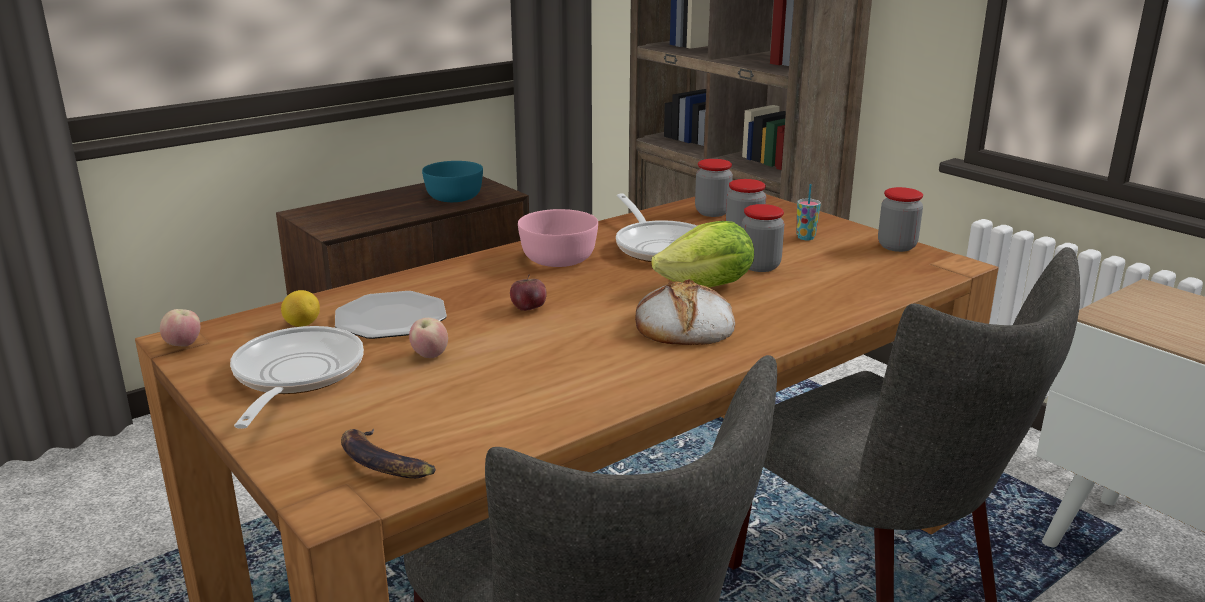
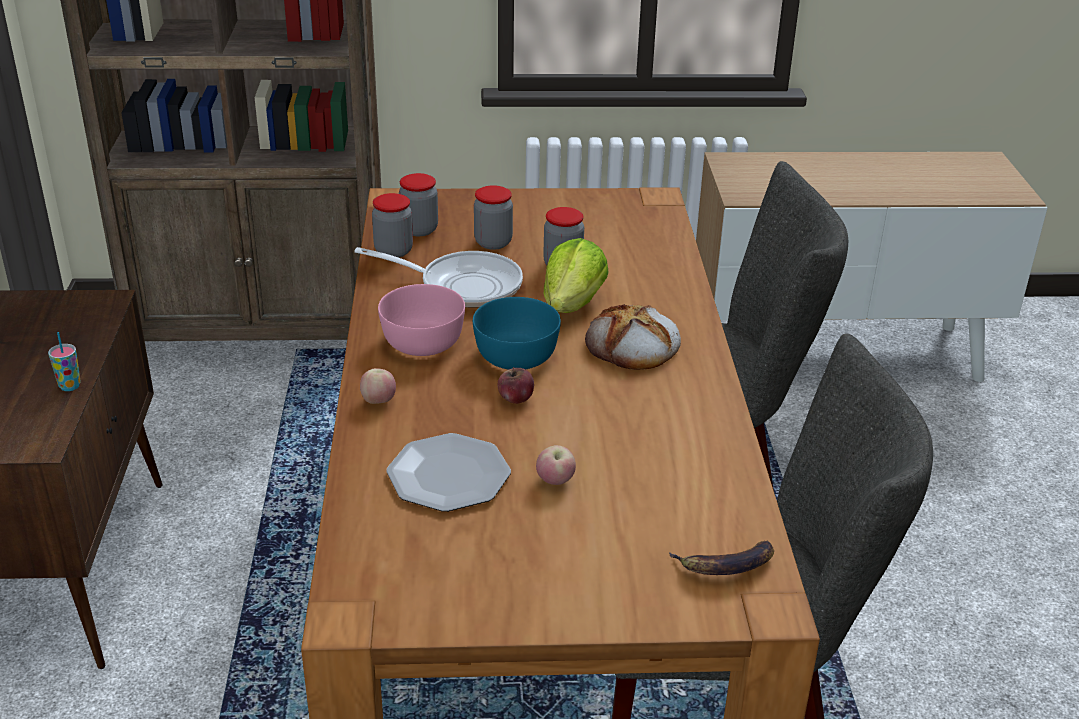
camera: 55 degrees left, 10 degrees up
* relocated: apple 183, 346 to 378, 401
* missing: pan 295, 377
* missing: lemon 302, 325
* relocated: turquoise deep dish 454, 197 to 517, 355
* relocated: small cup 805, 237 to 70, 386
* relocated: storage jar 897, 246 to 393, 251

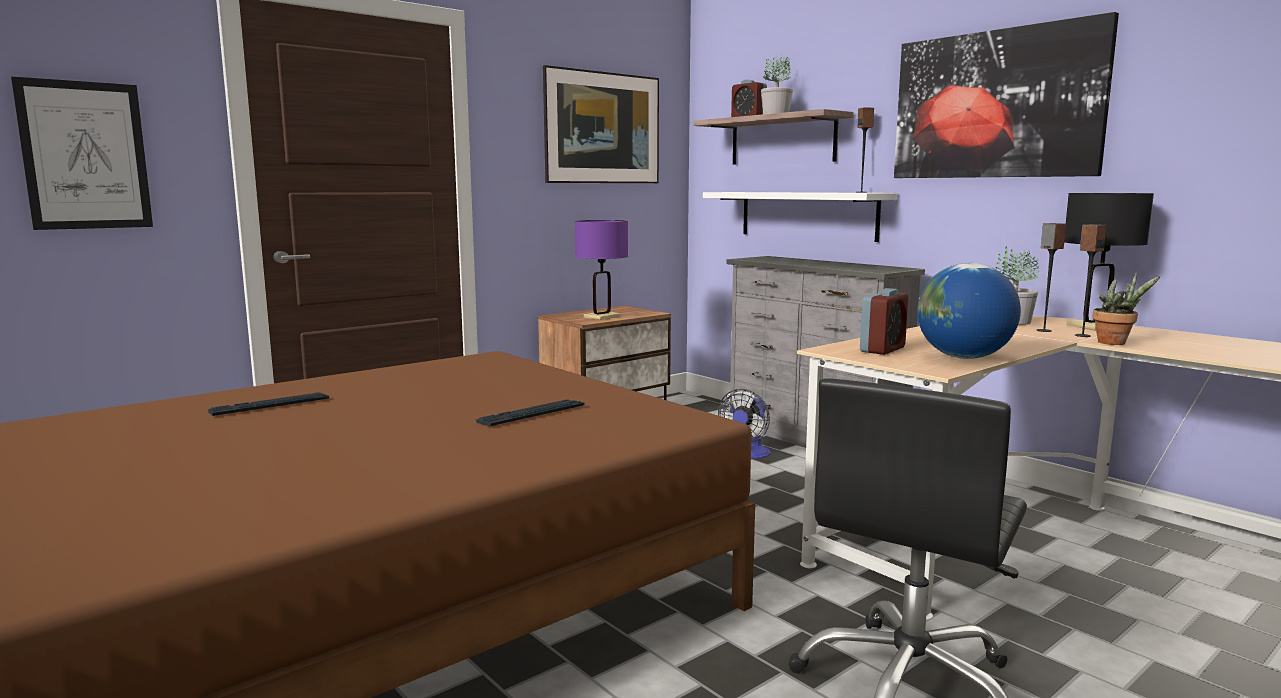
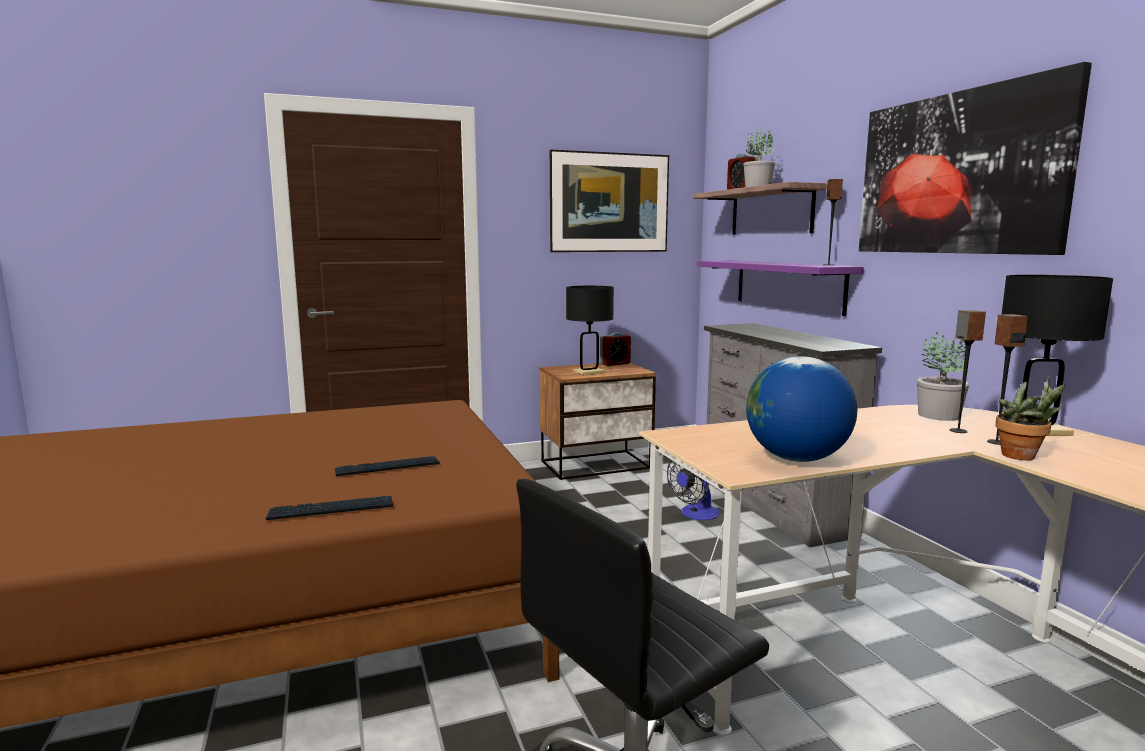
camera: 20 degrees right, 0 degrees up
* missing: wall art 85, 156
* relocated: PC keyboard 270, 406 to 331, 510
* colour: purple lamp for a table 602, 317 to blackish lamp for a table 589, 372
* colour: whitish shelf 807, 215 to purple shelf 788, 285
* relocated: table clock 882, 349 to 615, 364

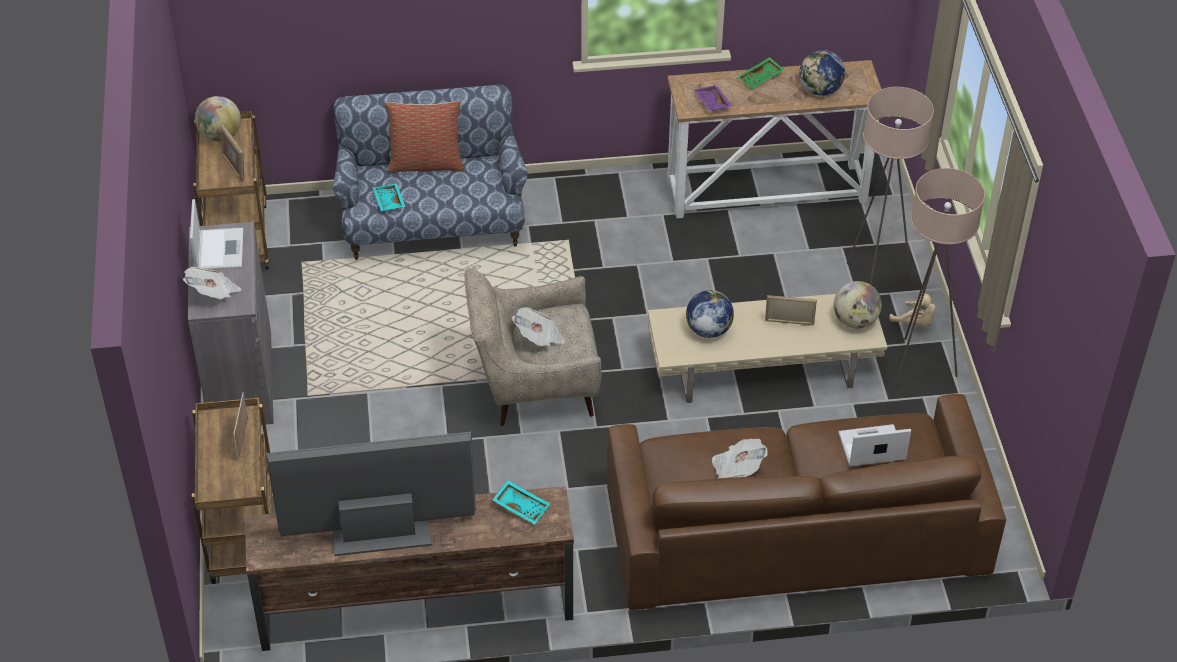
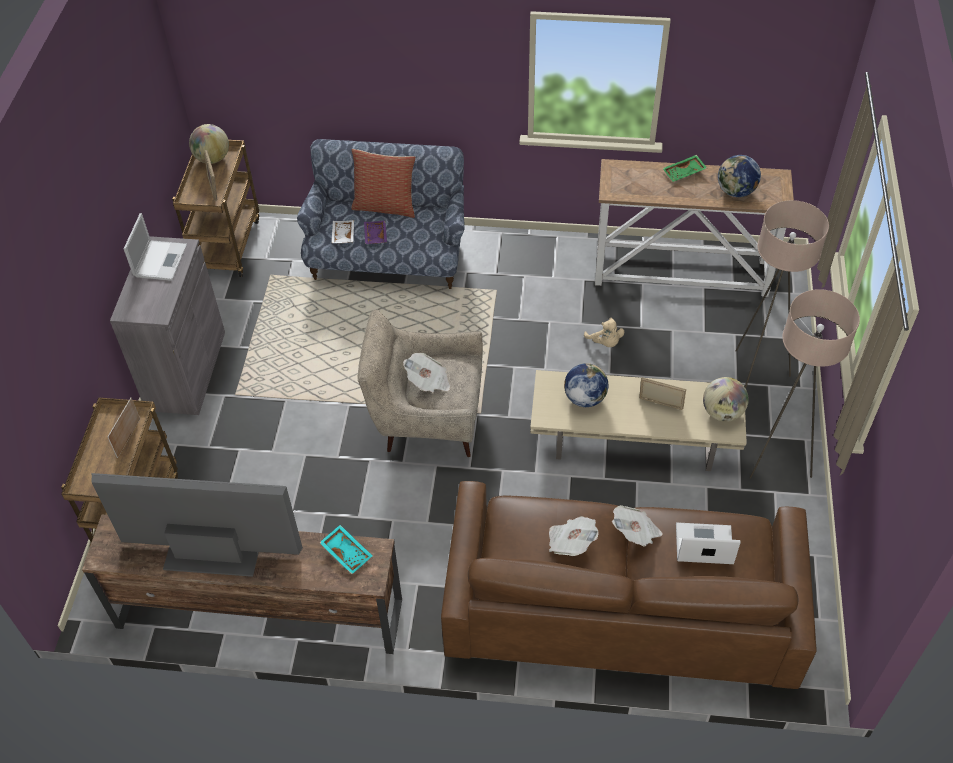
camera: 15 degrees right, 5 degrees up
* relocated: daily paper 214, 293 to 636, 533
* colour: turquoise carrying tray 388, 202 to whitish carrying tray 342, 235
* relocated: purple carrying tray 711, 103 to 375, 236
* relocated: sand-coloured cuddly toy 915, 323 to 605, 342

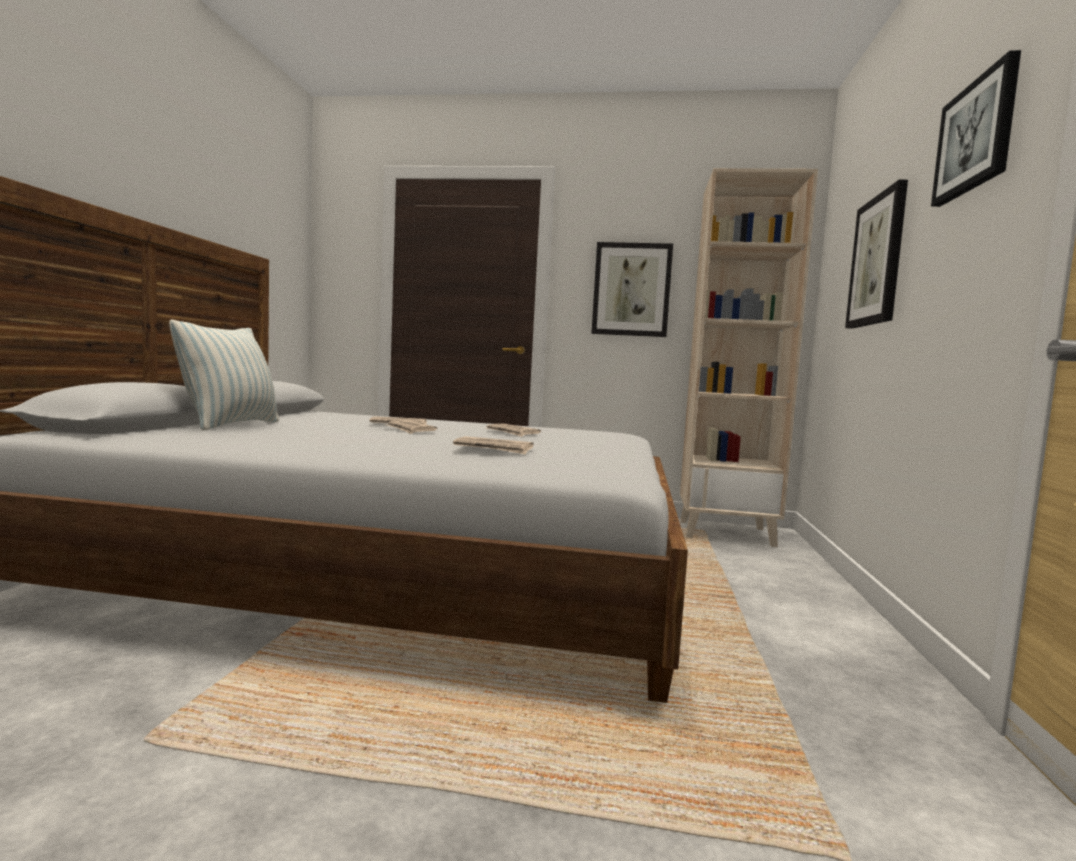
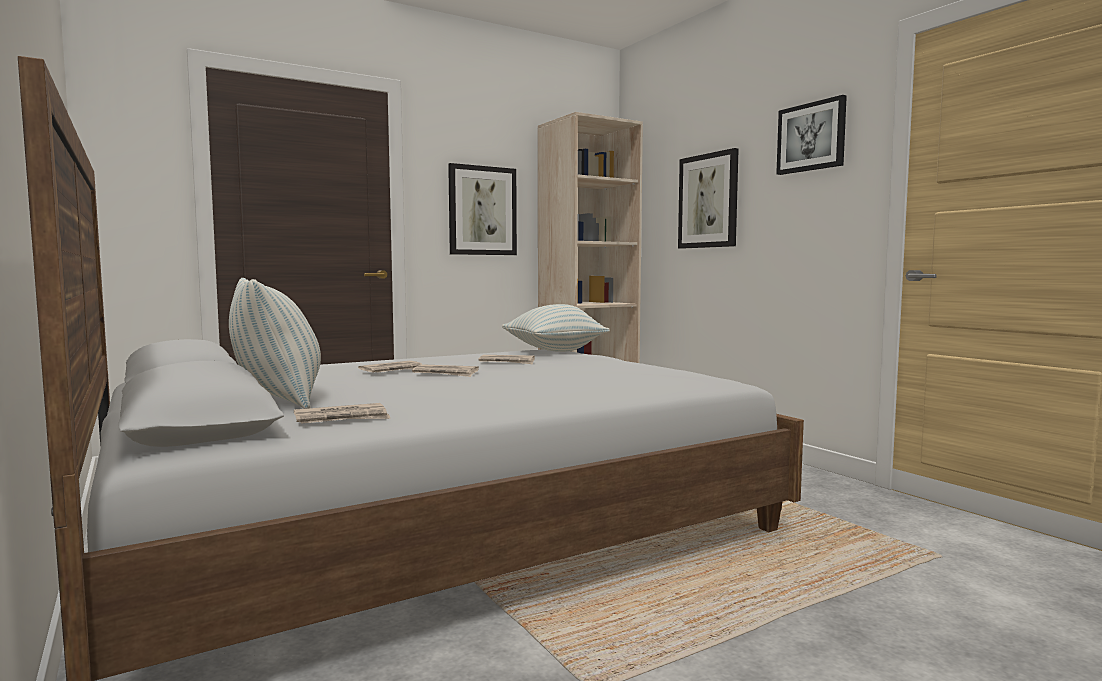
camera: 40 degrees left, 0 degrees up
* relocated: daily paper 493, 449 to 342, 418
* appeared: cushion 554, 351

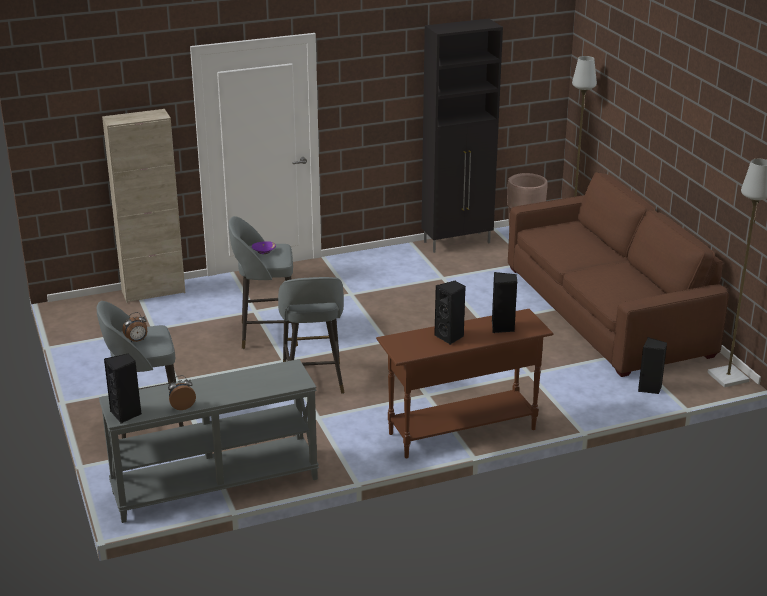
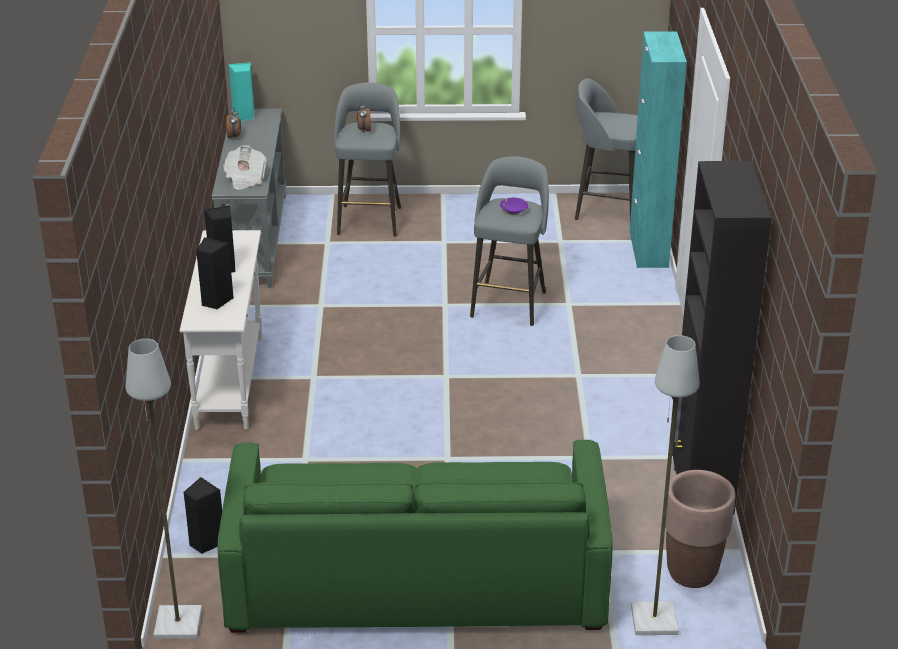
camera: 110 degrees right, 5 degrees up
* colour: sand-coloured cupboard 153, 292 to turquoise cupboard 648, 249
* colour: blackish audio speaker 126, 414 to turquoise audio speaker 244, 115
* relocated: greyish stool seat 313, 381 to 605, 209
* colour: brownish narrow table 461, 431 to whitish narrow table 230, 382
* colour: brownish settee 606, 310 to greenish settee 417, 578
* appeared: daily paper 245, 179

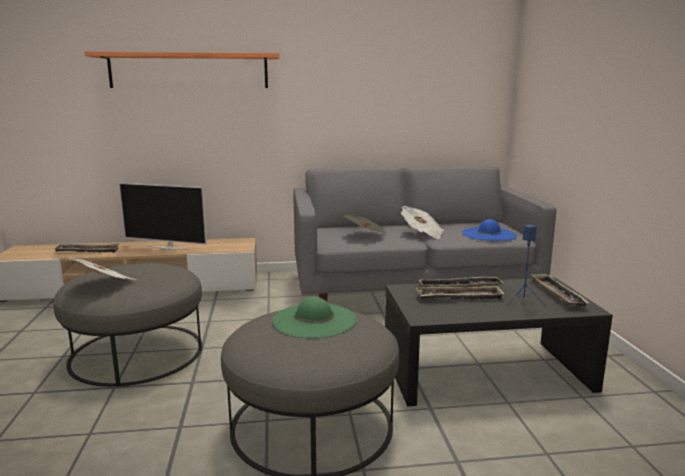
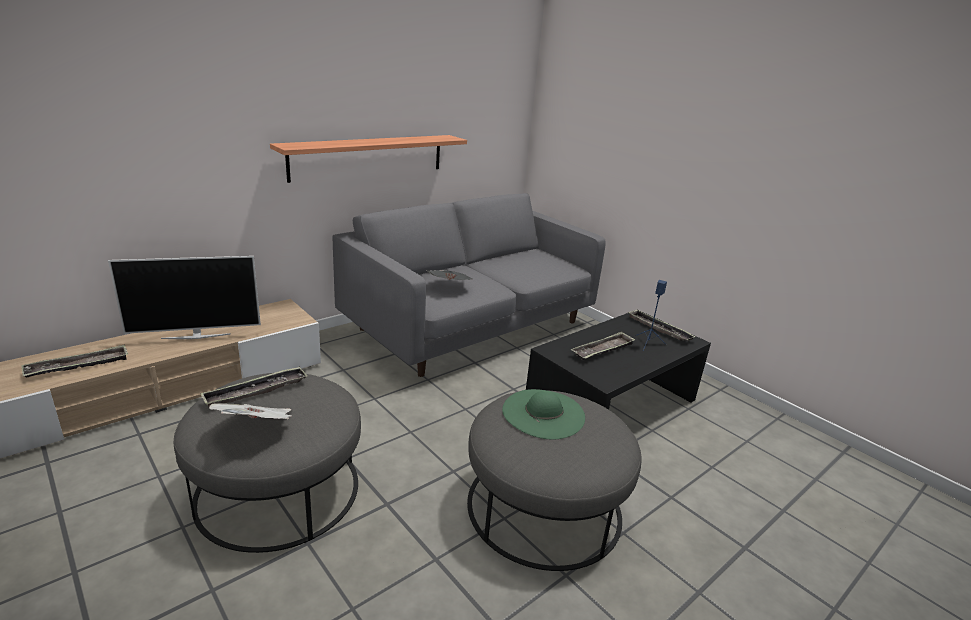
camera: 35 degrees left, 10 degrees up
* relocated: shelf 189, 71 to 369, 157
* missing: daily paper 422, 234
* relocated: carrying tray 459, 287 to 256, 391
* missing: blue-coloured hat 489, 234

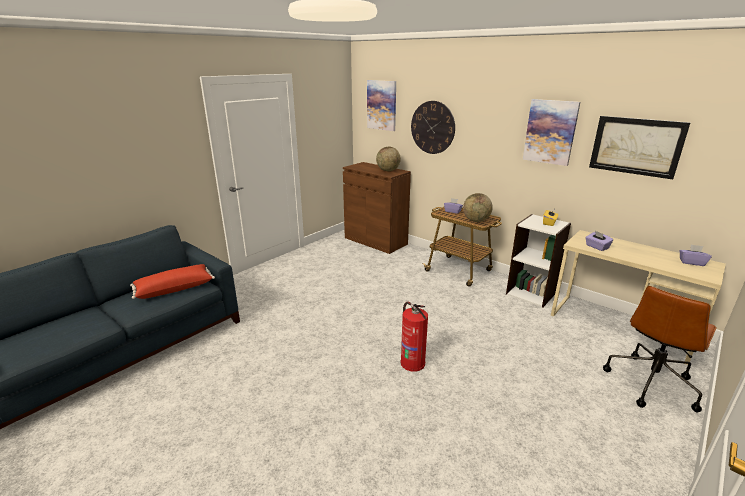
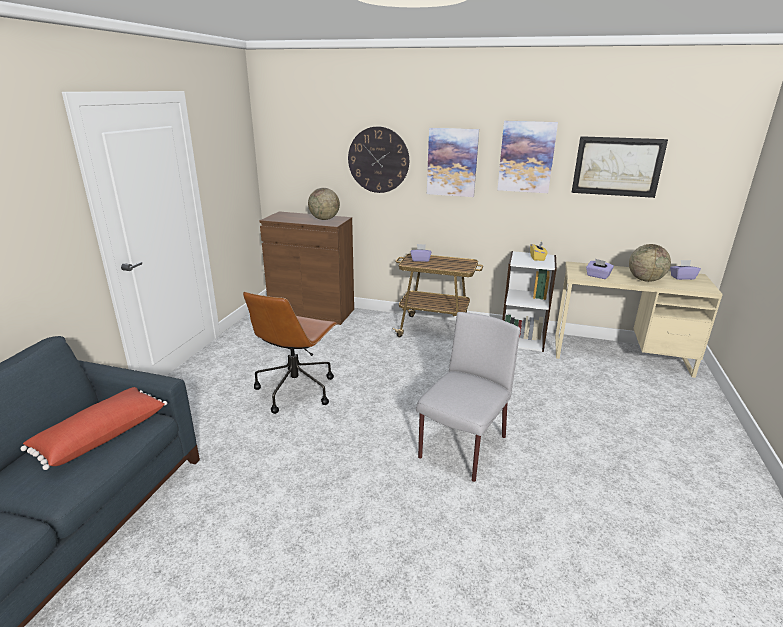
camera: 25 degrees left, 0 degrees up
* relocated: wall art 382, 105 to 452, 162
* exchanged: extinguisher 412, 362 to greyish chair 462, 448
* relocated: world globe 476, 220 to 645, 280
* relocated: brownish desk chair 650, 382 to 296, 389

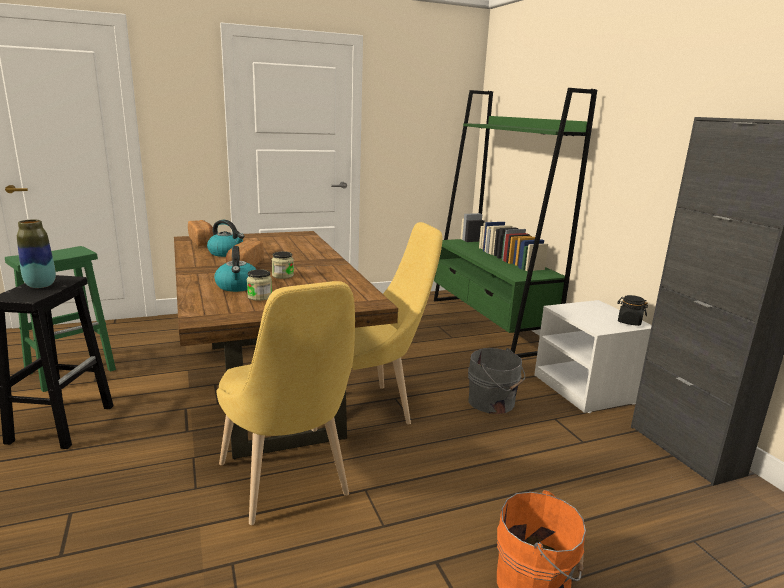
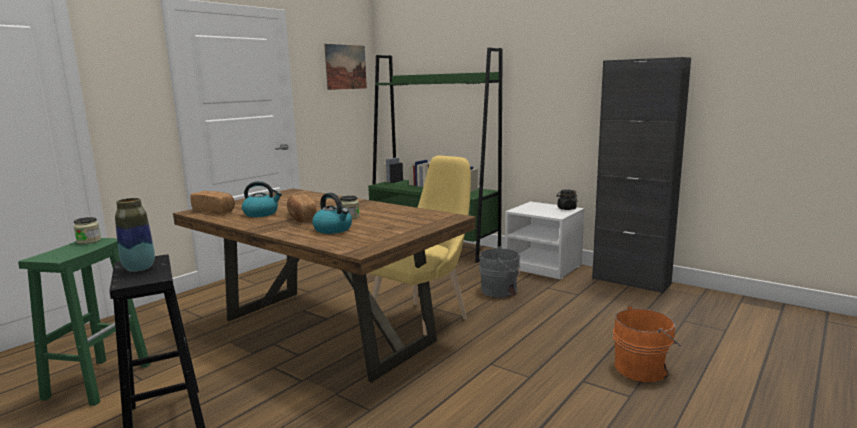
camera: 30 degrees left, 5 degrees down
* missing: yellowish chair 287, 484
* relocated: storage jar 259, 297 to 89, 241
* appeared: wall art 345, 67

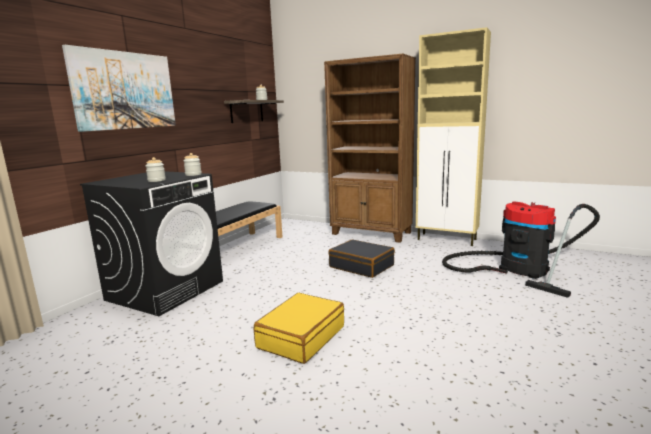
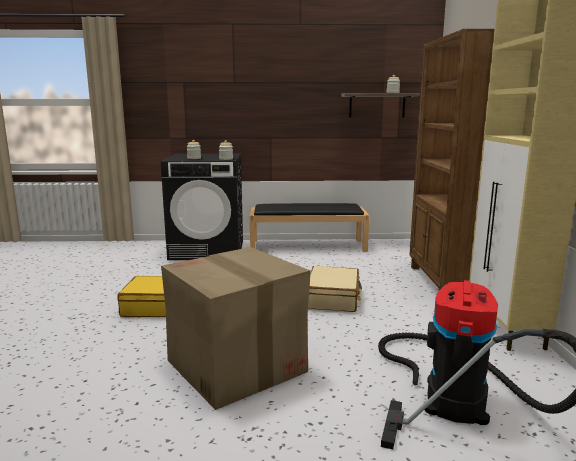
camera: 60 degrees right, 0 degrees up
* missing: wall art 125, 90
* colour: blackish piece of luggage 361, 266 to sand-coloured piece of luggage 333, 298
* appeared: carton 237, 366

